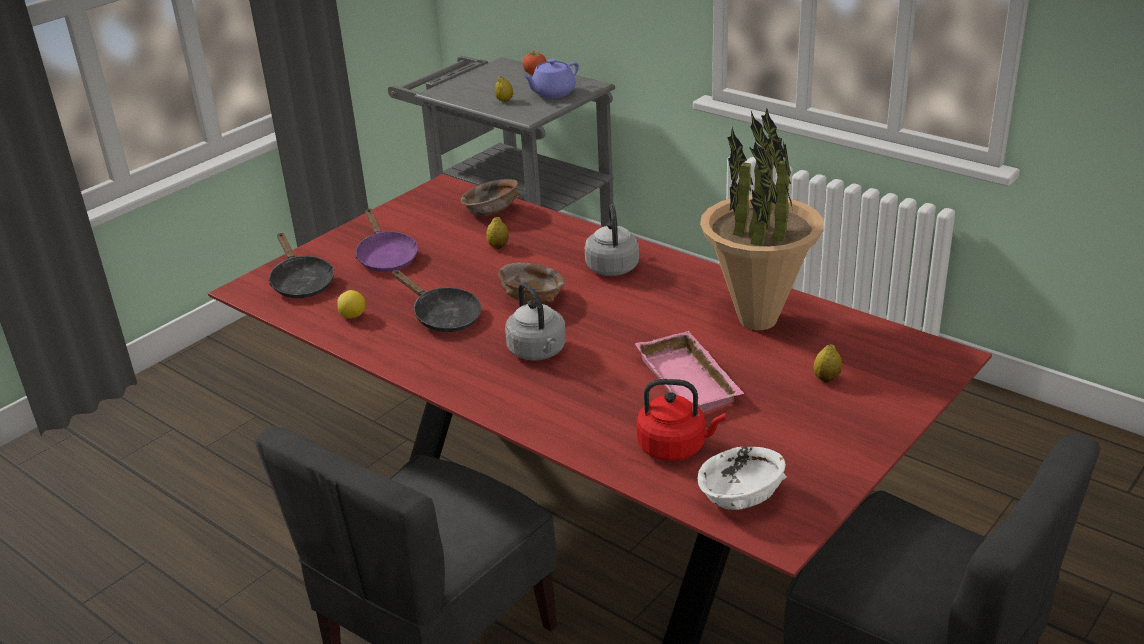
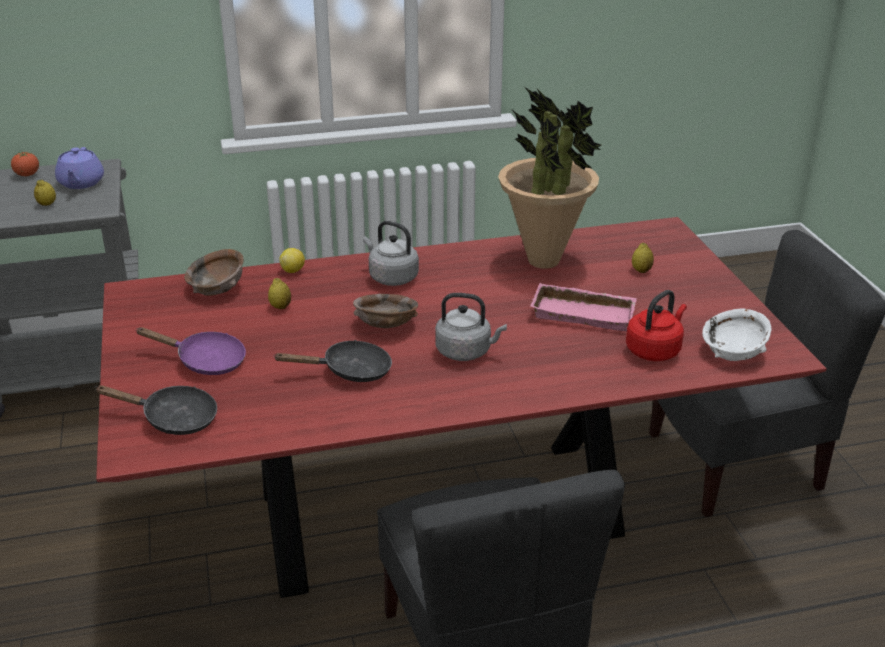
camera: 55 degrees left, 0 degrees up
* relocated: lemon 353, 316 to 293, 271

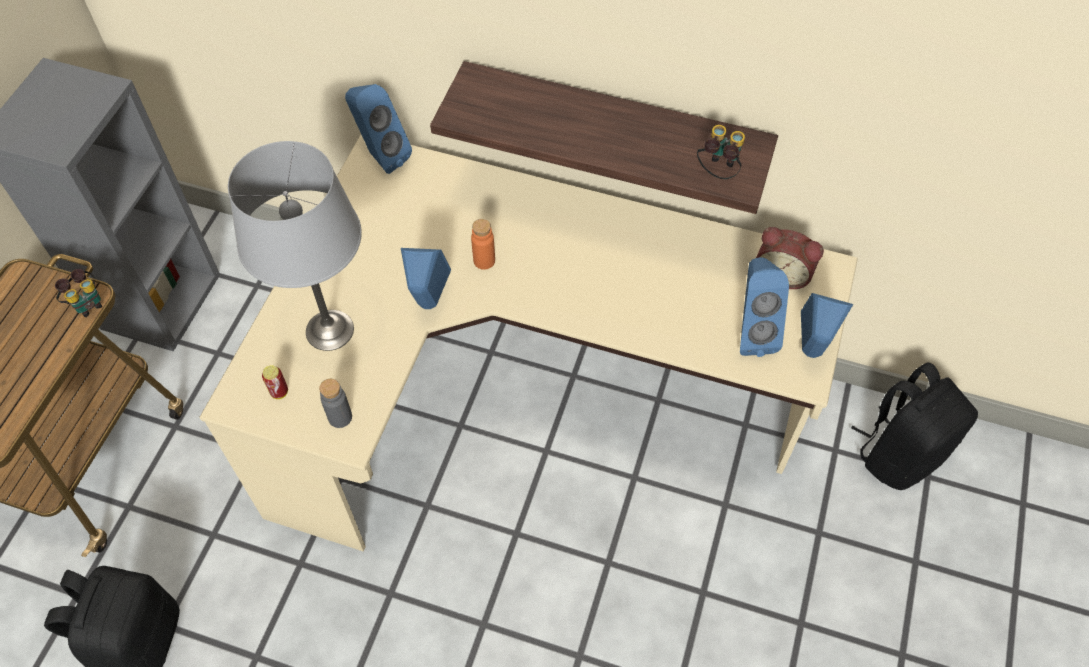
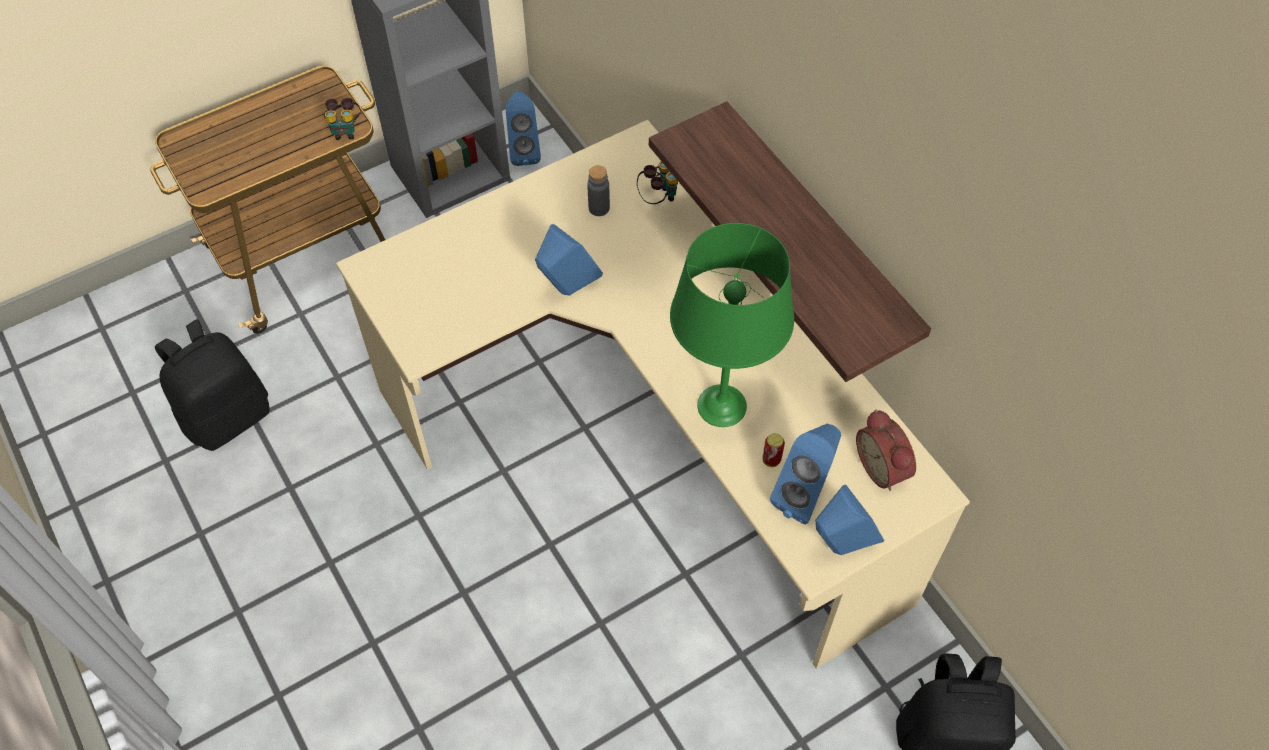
camera: 40 degrees right, 0 degrees up
* missing: greyish lamp for a table 330, 331
* relocated: sealed can 279, 392 to 771, 460
* relocated: greyish beverage bottle 340, 417 to 599, 208
* relocated: blue-coloured audio speaker 381, 156 to 524, 151
* missing: orange-coloured beverage bottle 484, 261
* relocated: binoculars 717, 171 to 658, 198
* appeared: greenish lamp for a table 722, 405

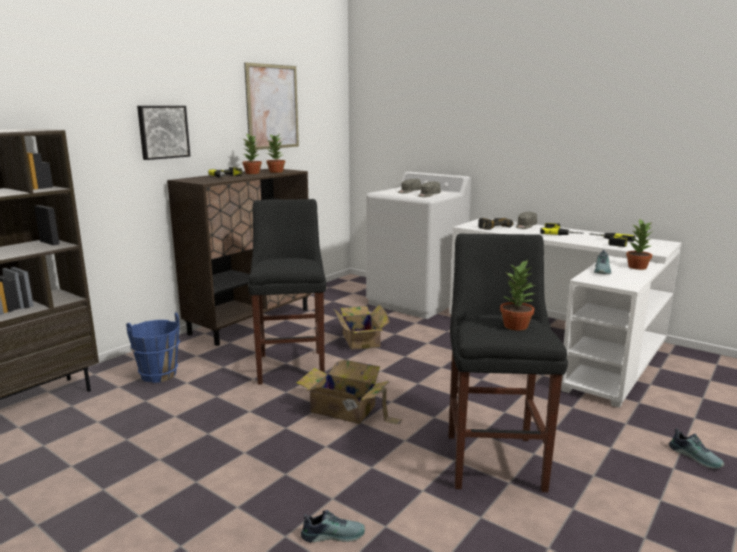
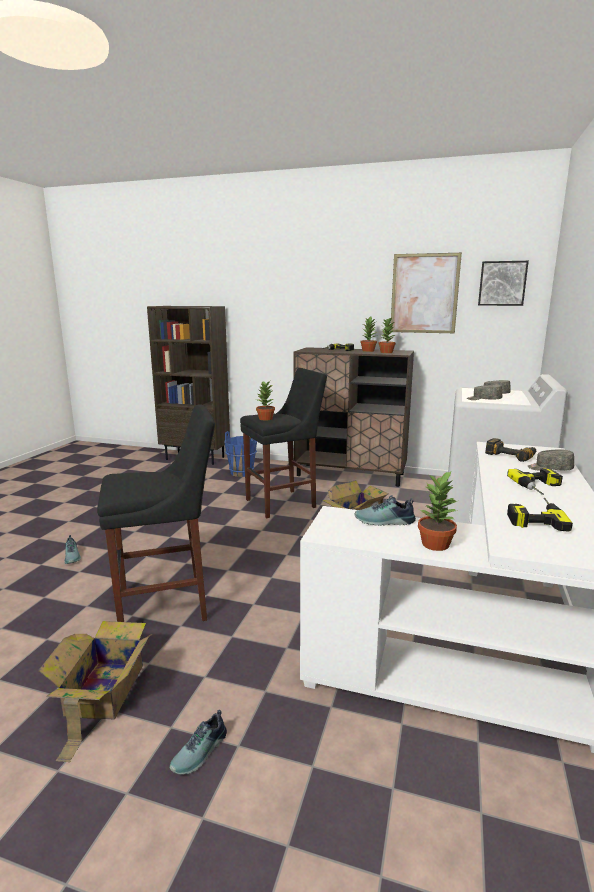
camera: 70 degrees right, 0 degrees up
* relocated: wall art 163, 132 to 502, 283
* relocated: carton 345, 410 to 102, 693
* relocated: potted plant 516, 326 to 265, 419

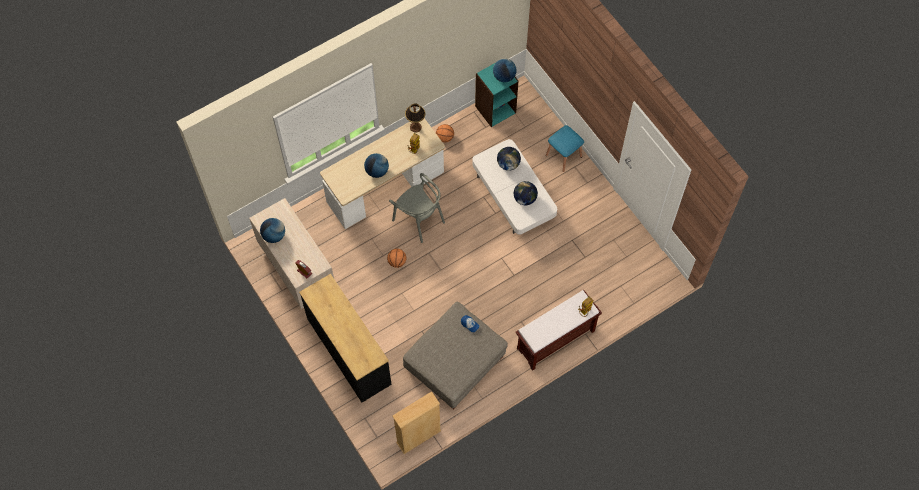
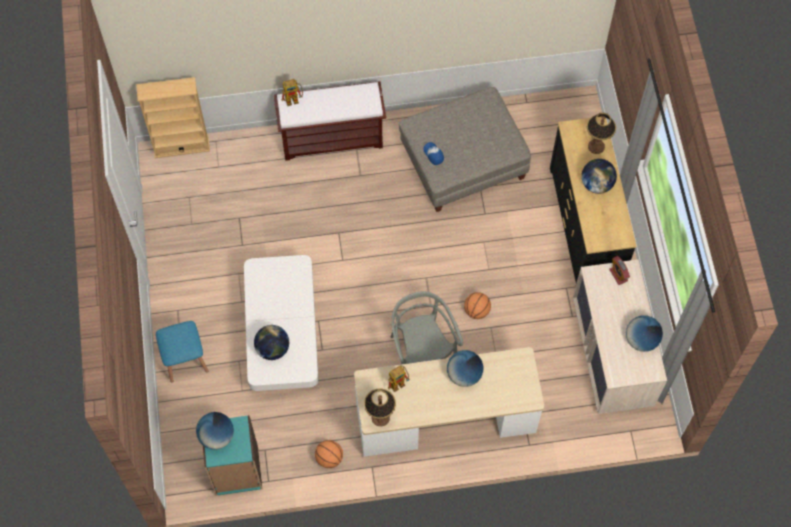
camera: 155 degrees left, 0 degrees up
* relocated: sand-coloured shelving unit 418, 437 to 181, 146
* relocated: world globe 525, 198 to 596, 184
* appeared: lamp for a table 596, 146

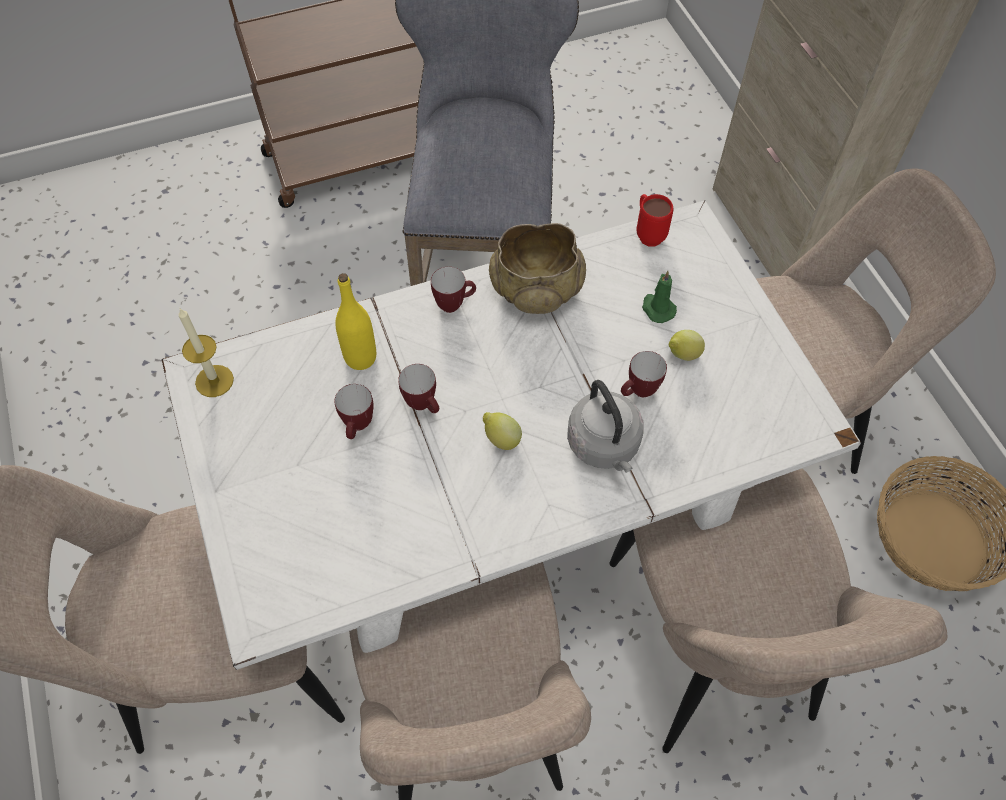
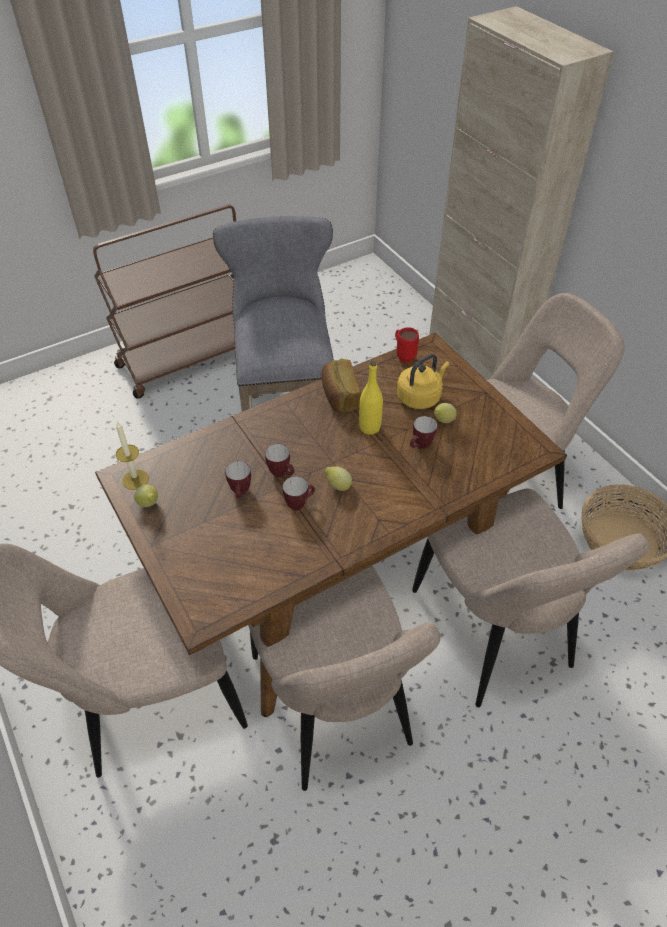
camera: 10 degrees left, 10 degrees down
* colour: whitish dining table 501, 532 to brownish dining table 333, 583
* relocated: yellowish beverage bottle 360, 358 to 369, 427
* relocated: coffee mug 454, 304 to 299, 504
* exchanged: sand-coloured deep dish 536, 289 to bread 339, 396
* missing: greyish kettle 604, 446
* exchanged: greenish wax candle 657, 308 to yellowish kettle 420, 397
* appeared: lemon 149, 504

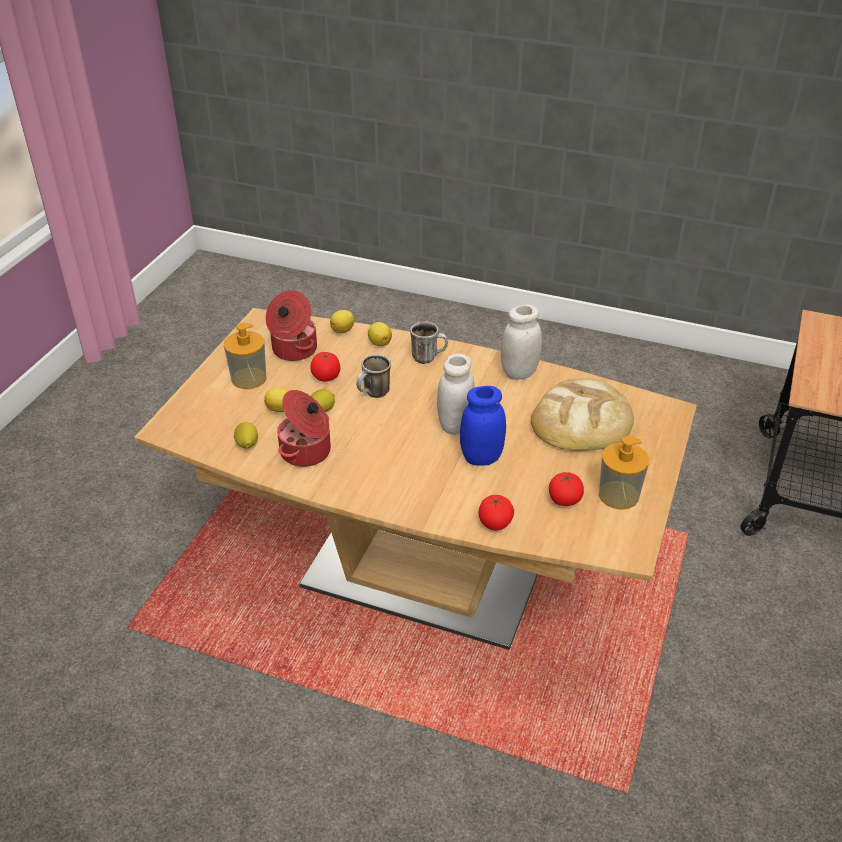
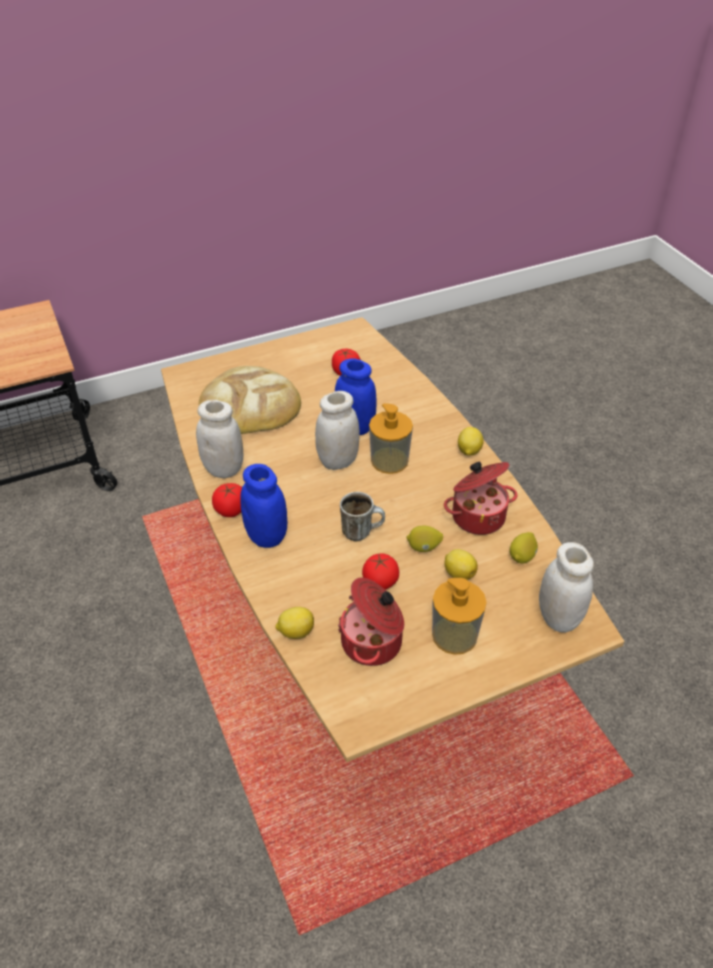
camera: 135 degrees left, 5 degrees up
* relocated: lemon 379, 343 to 468, 451
* exchanged: coffee mug 428, 357 to blue-coloured storage jar 266, 536
* relocated: whole tomato 495, 523 to 230, 510
* relocated: liquid soap bottle 618, 495 to 389, 460
* appeared: whitish storage jar 558, 618

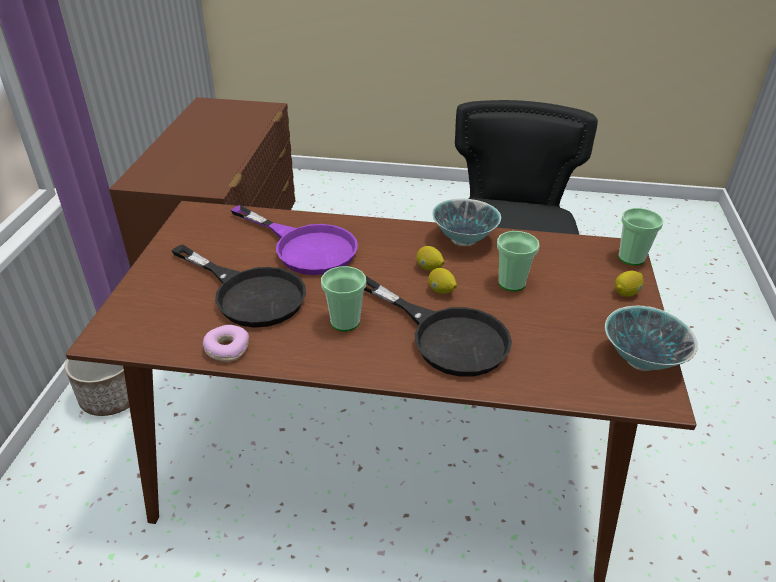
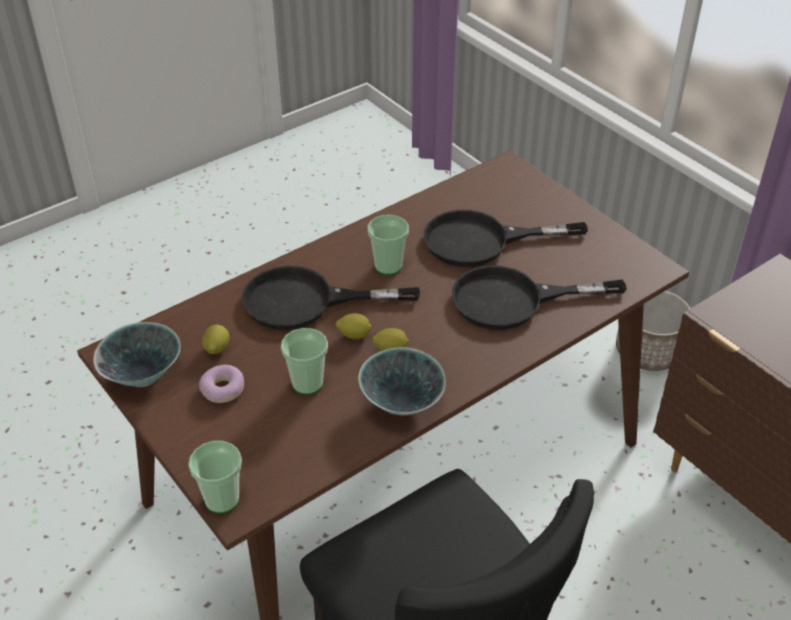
camera: 135 degrees right, 5 degrees up
* relocated: ring doughnut 227, 348 to 223, 389
* colour: purple pan 305, 247 to blackish pan 514, 300
* relocated: lemon 626, 293 to 216, 349

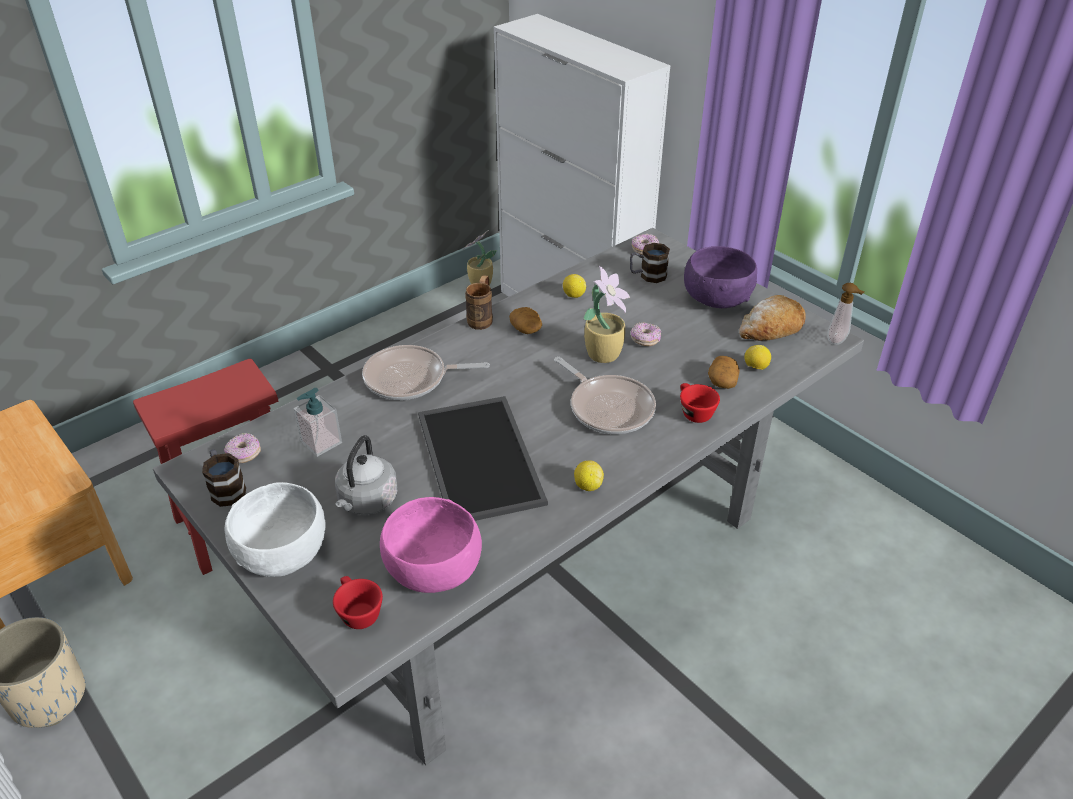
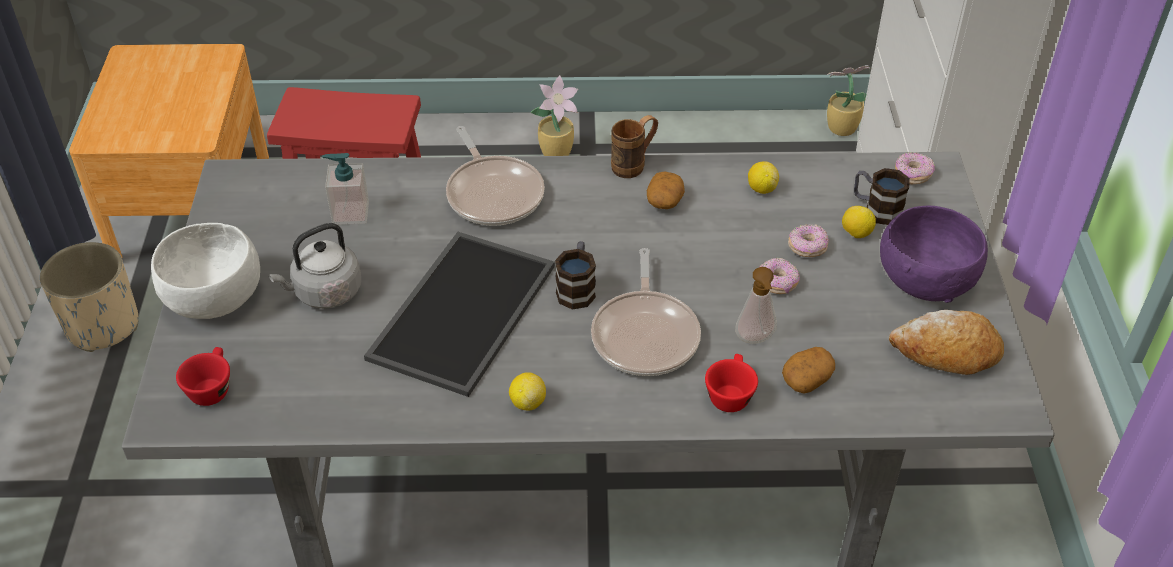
camera: 40 degrees right, 5 degrees up
* relocated: coffee mug 226, 488 to 577, 288
* relocated: ring doughnut 244, 455 to 807, 248
* spun: pan 410, 379 = 493, 193 150 degrees counterclockwise
* missing: pink-coloured deep dish 434, 570
* relocated: potted plant 604, 353 to 558, 152
* relocated: lemon 755, 367 to 856, 233
* relocated: liquid soap bottle 838, 341 to 755, 340

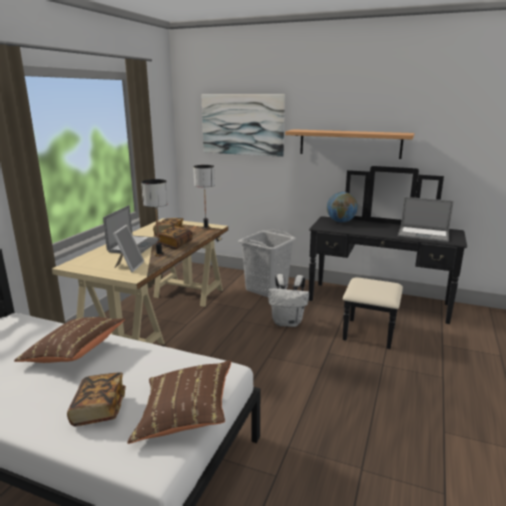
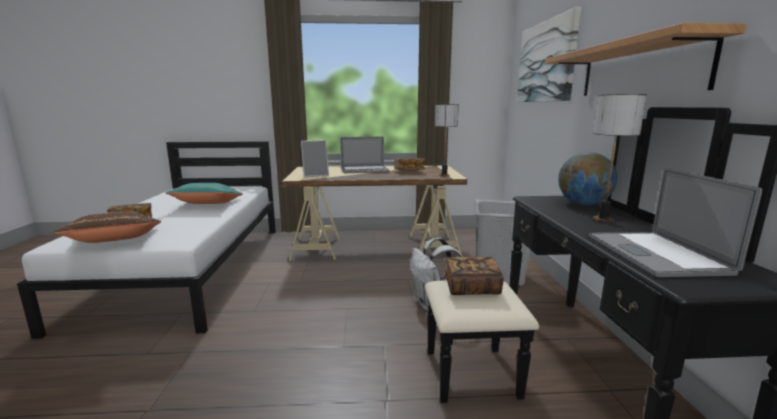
camera: 65 degrees right, 5 degrees down
* colour: brownish cushion 74, 353 to turquoise cushion 208, 205
* relocated: lamp for a table 159, 254 to 603, 220
* relocated: book 175, 244 to 471, 287

